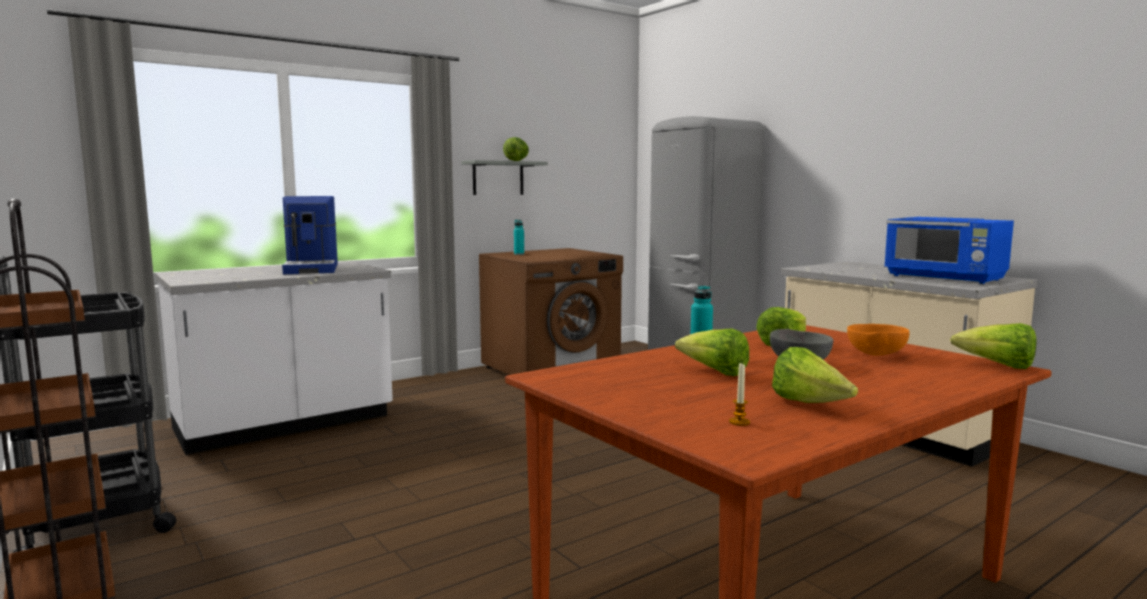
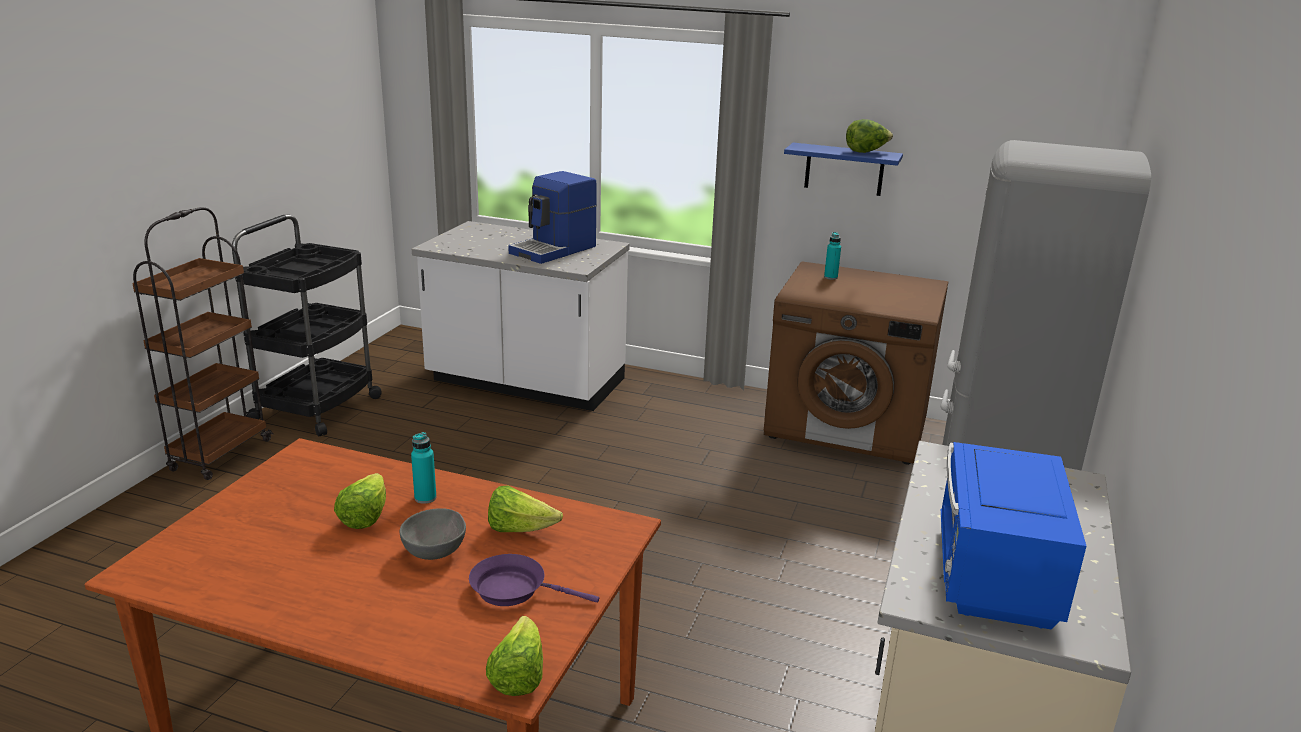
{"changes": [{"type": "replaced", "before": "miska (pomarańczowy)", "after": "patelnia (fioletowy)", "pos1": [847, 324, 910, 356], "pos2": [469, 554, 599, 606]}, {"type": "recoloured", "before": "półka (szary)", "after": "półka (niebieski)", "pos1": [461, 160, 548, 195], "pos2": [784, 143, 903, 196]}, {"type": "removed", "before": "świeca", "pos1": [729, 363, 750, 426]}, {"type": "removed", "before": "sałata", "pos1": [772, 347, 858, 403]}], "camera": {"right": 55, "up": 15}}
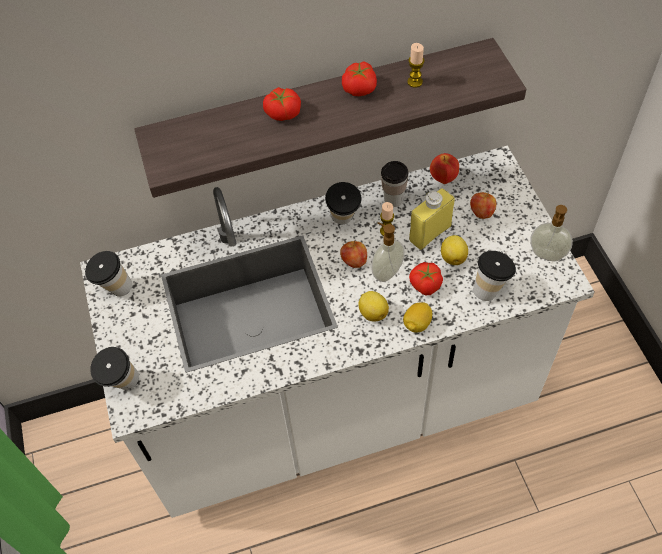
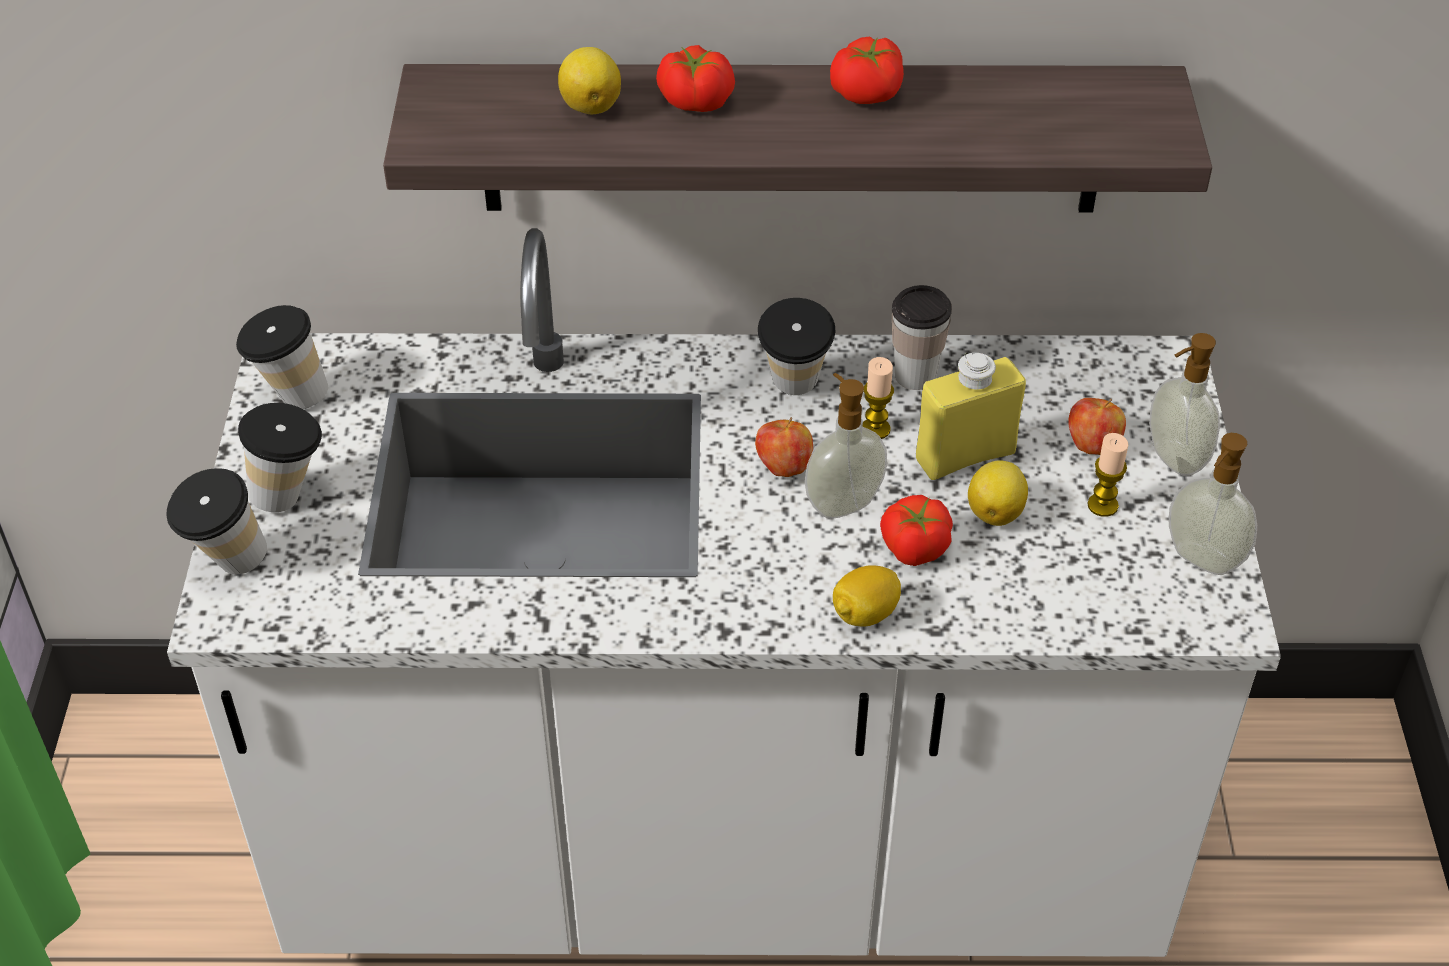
{"changes": [{"type": "moved", "before": "filiżanka", "pos1": [473, 251, 516, 301], "pos2": [238, 403, 322, 512]}, {"type": "moved", "before": "cytryna", "pos1": [358, 291, 389, 321], "pos2": [558, 47, 621, 114]}, {"type": "moved", "before": "świeca", "pos1": [408, 43, 424, 88], "pos2": [1088, 433, 1128, 517]}, {"type": "added", "after": "dozownik mydła", "pos2": [1149, 333, 1220, 476]}, {"type": "removed", "before": "jabłko", "pos1": [430, 153, 459, 184]}], "camera": {"right": 15, "up": -10}}
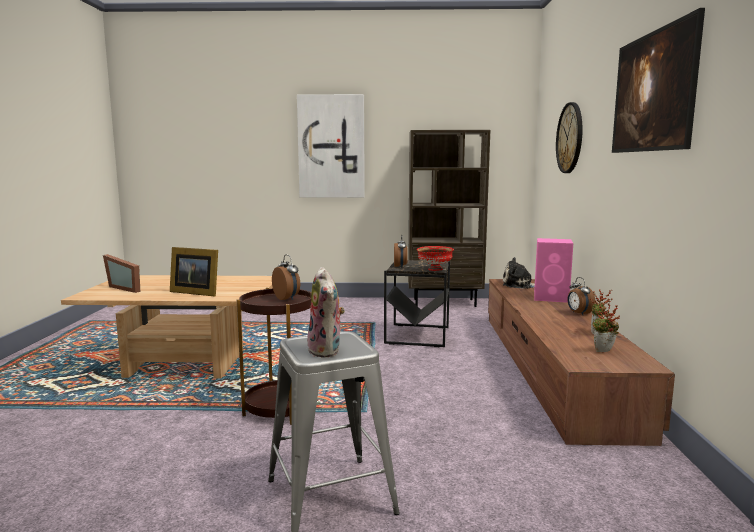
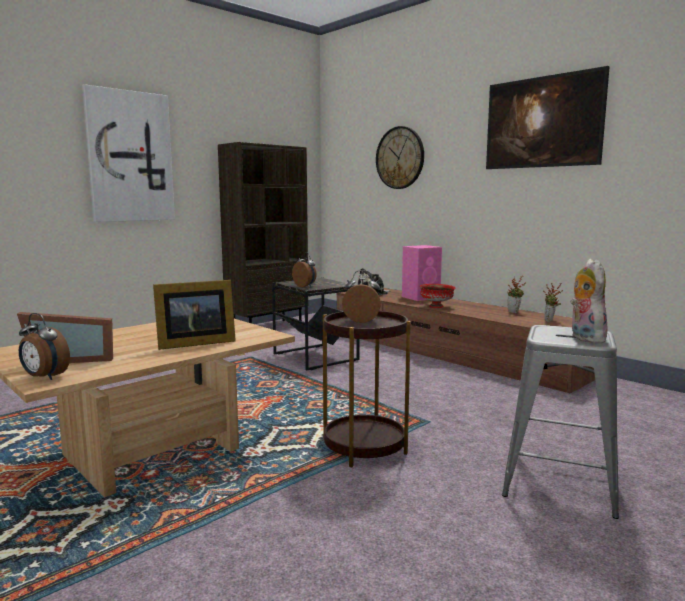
{"changes": [{"type": "moved", "before": "budzik", "pos1": [567, 277, 595, 315], "pos2": [19, 313, 70, 380]}, {"type": "moved", "before": "miska (czerwony)", "pos1": [417, 246, 454, 271], "pos2": [420, 284, 455, 308]}, {"type": "turned", "before": "pluszak", "pos1": [307, 267, 345, 358], "pos2": [570, 259, 609, 343], "turn": -120}], "camera": {"right": -45, "up": 0}}
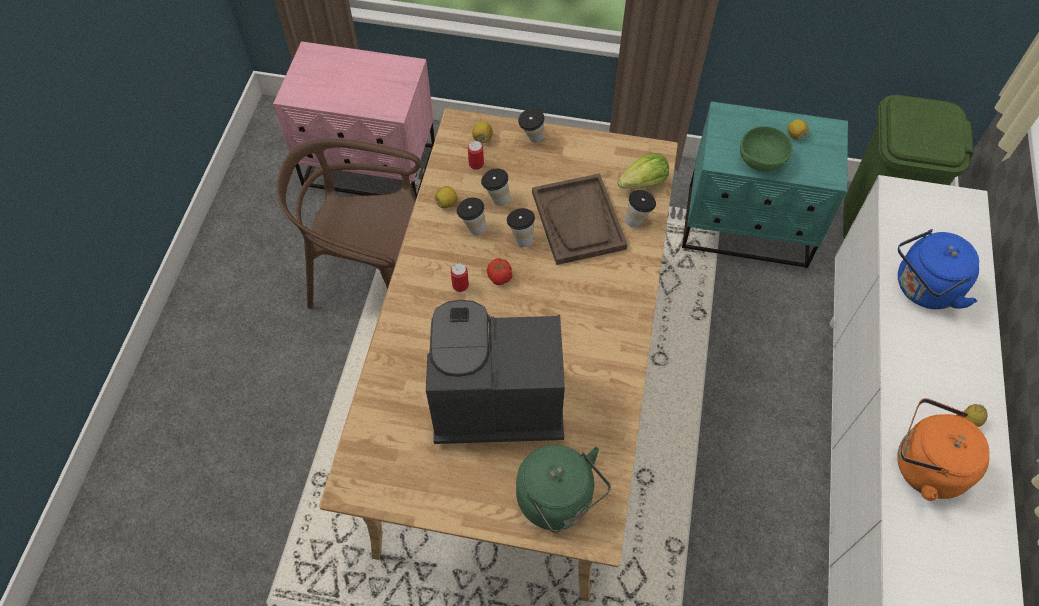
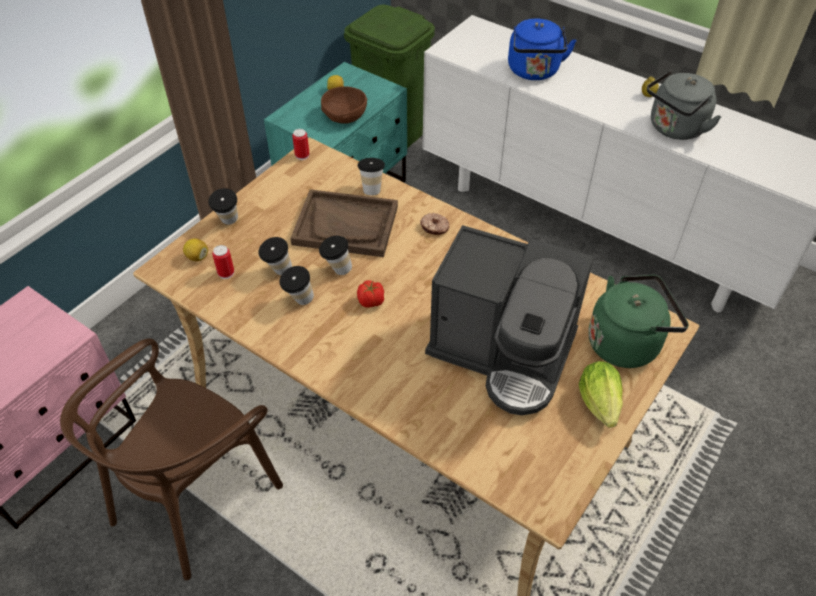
{"changes": [{"type": "moved", "before": "puszka", "pos1": [451, 263, 469, 293], "pos2": [292, 129, 310, 160]}, {"type": "recoloured", "before": "miska (zielony)", "after": "miska (brązowy)", "pos1": [740, 126, 792, 172], "pos2": [321, 86, 367, 124]}, {"type": "added", "after": "donut", "pos2": [420, 213, 450, 235]}, {"type": "turned", "before": "ekspres do kawy", "pos1": [426, 300, 565, 444], "pos2": [425, 225, 594, 415], "turn": -90}, {"type": "moved", "before": "sałata", "pos1": [618, 153, 669, 189], "pos2": [579, 361, 623, 428]}, {"type": "recoloured", "before": "czajnik (pomarańczowy)", "after": "czajnik (szary)", "pos1": [897, 398, 989, 501], "pos2": [647, 70, 721, 140]}, {"type": "removed", "before": "cytryna", "pos1": [435, 186, 458, 208]}], "camera": {"right": -65, "up": -10}}
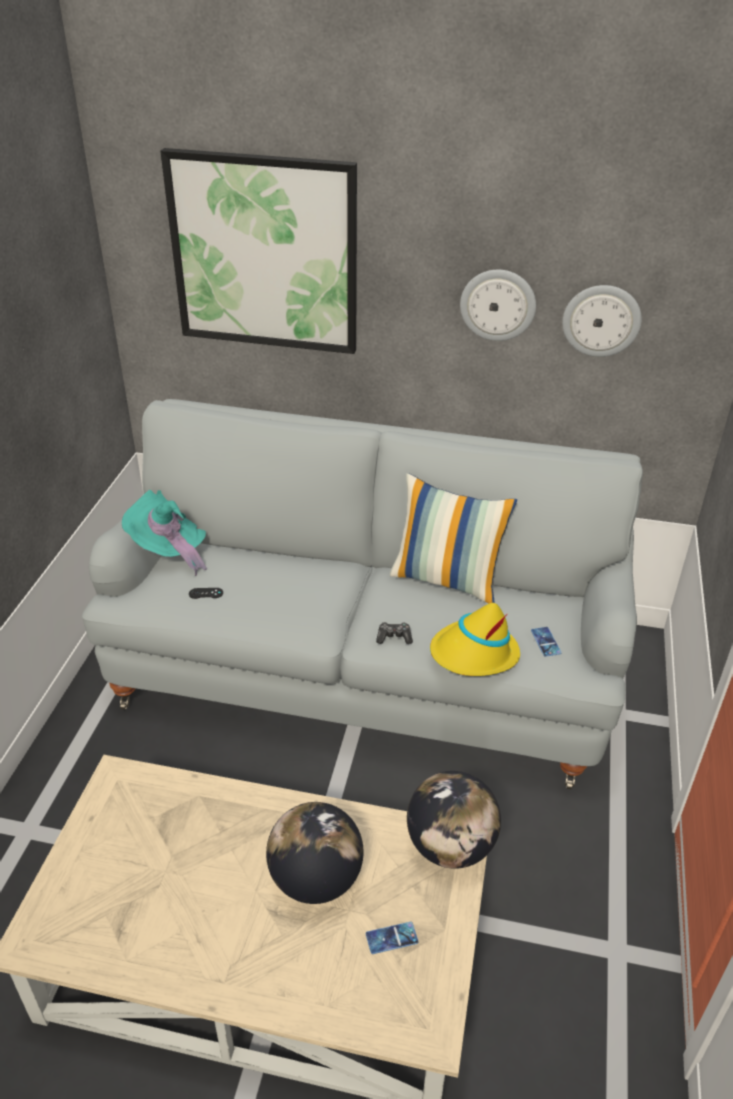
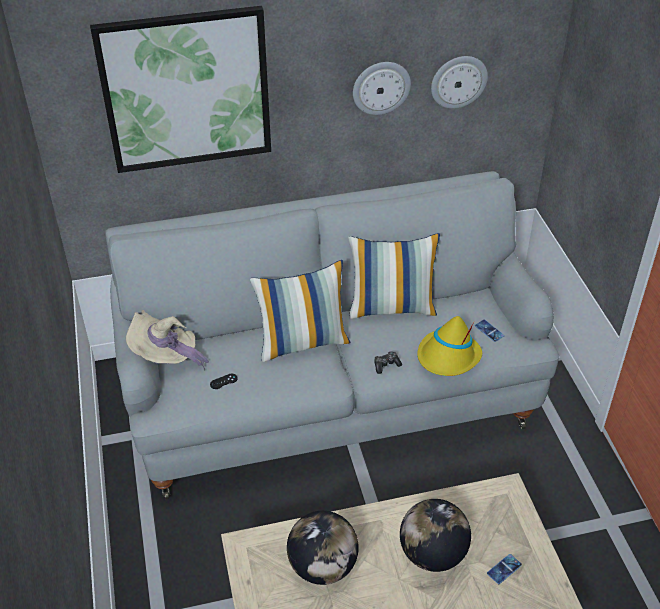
{"changes": [{"type": "recoloured", "before": "kapelusz (turkusowy)", "after": "kapelusz (beżowy)", "pos1": [122, 490, 207, 576], "pos2": [126, 310, 209, 370]}, {"type": "added", "after": "poduszka", "pos2": [250, 260, 350, 362]}, {"type": "moved", "before": "globus", "pos1": [407, 771, 501, 869], "pos2": [287, 511, 359, 585]}], "camera": {"right": -25, "up": 5}}
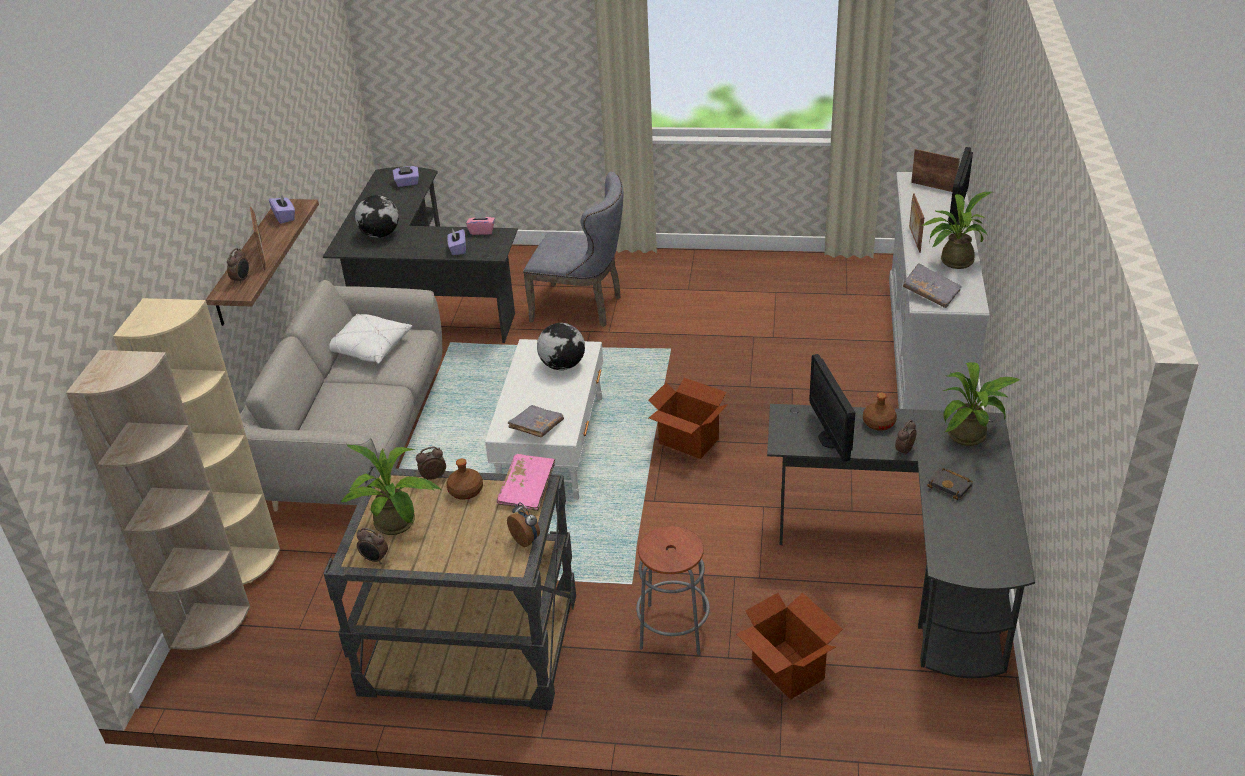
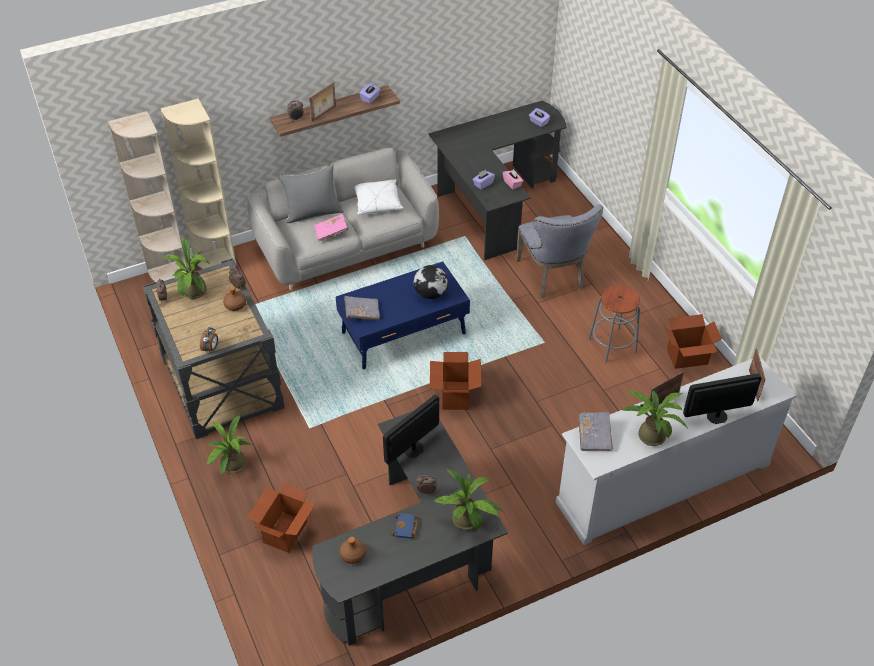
{"changes": [{"type": "added", "after": "roślina doniczkowa", "pos2": [206, 415, 251, 475]}, {"type": "added", "after": "poduszka (szary)", "pos2": [278, 164, 344, 223]}, {"type": "moved", "before": "książka (różowy)", "pos1": [497, 454, 555, 511], "pos2": [314, 214, 348, 242]}, {"type": "recoloured", "before": "ława (biały)", "after": "ława (niebieski)", "pos1": [485, 339, 603, 500], "pos2": [335, 262, 470, 369]}, {"type": "moved", "before": "butelka (brązowy)", "pos1": [863, 393, 897, 430], "pos2": [340, 536, 366, 564]}, {"type": "recoloured", "before": "książka (czarny)", "after": "książka (niebieski)", "pos1": [927, 468, 973, 500], "pos2": [392, 513, 419, 540]}, {"type": "moved", "before": "stołek (szary)", "pos1": [636, 526, 710, 655], "pos2": [588, 285, 640, 363]}, {"type": "added", "after": "karton", "pos2": [665, 314, 722, 369]}, {"type": "removed", "before": "globus", "pos1": [355, 195, 399, 238]}], "camera": {"right": 55, "up": 10}}
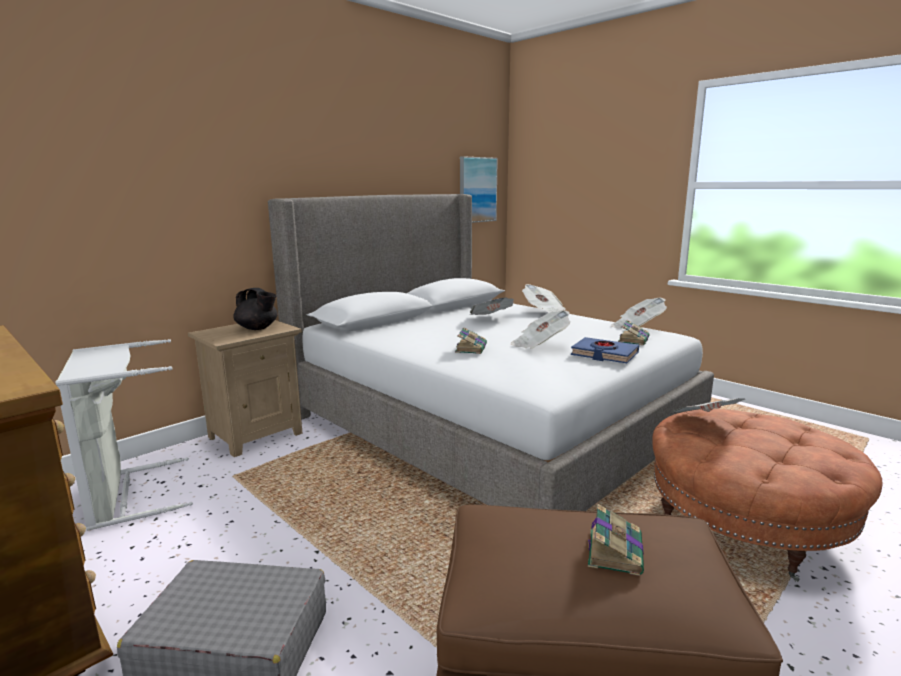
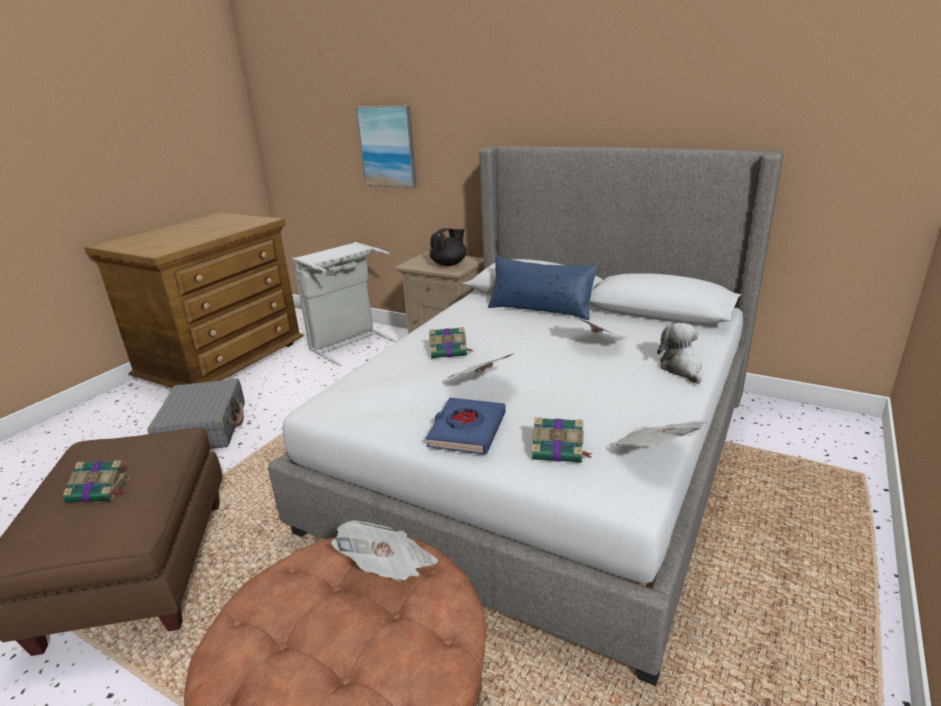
{"changes": [{"type": "moved", "before": "obraz", "pos1": [460, 156, 498, 223], "pos2": [356, 105, 417, 188]}, {"type": "turned", "before": "imbryk (czarny)", "pos1": [233, 288, 278, 330], "pos2": [430, 228, 467, 266], "turn": -150}, {"type": "added", "after": "poduszka (niebieski)", "pos2": [488, 256, 598, 320]}, {"type": "replaced", "before": "gazeta", "after": "pluszak", "pos1": [522, 284, 566, 313], "pos2": [657, 323, 702, 384]}], "camera": {"right": 75, "up": 10}}
